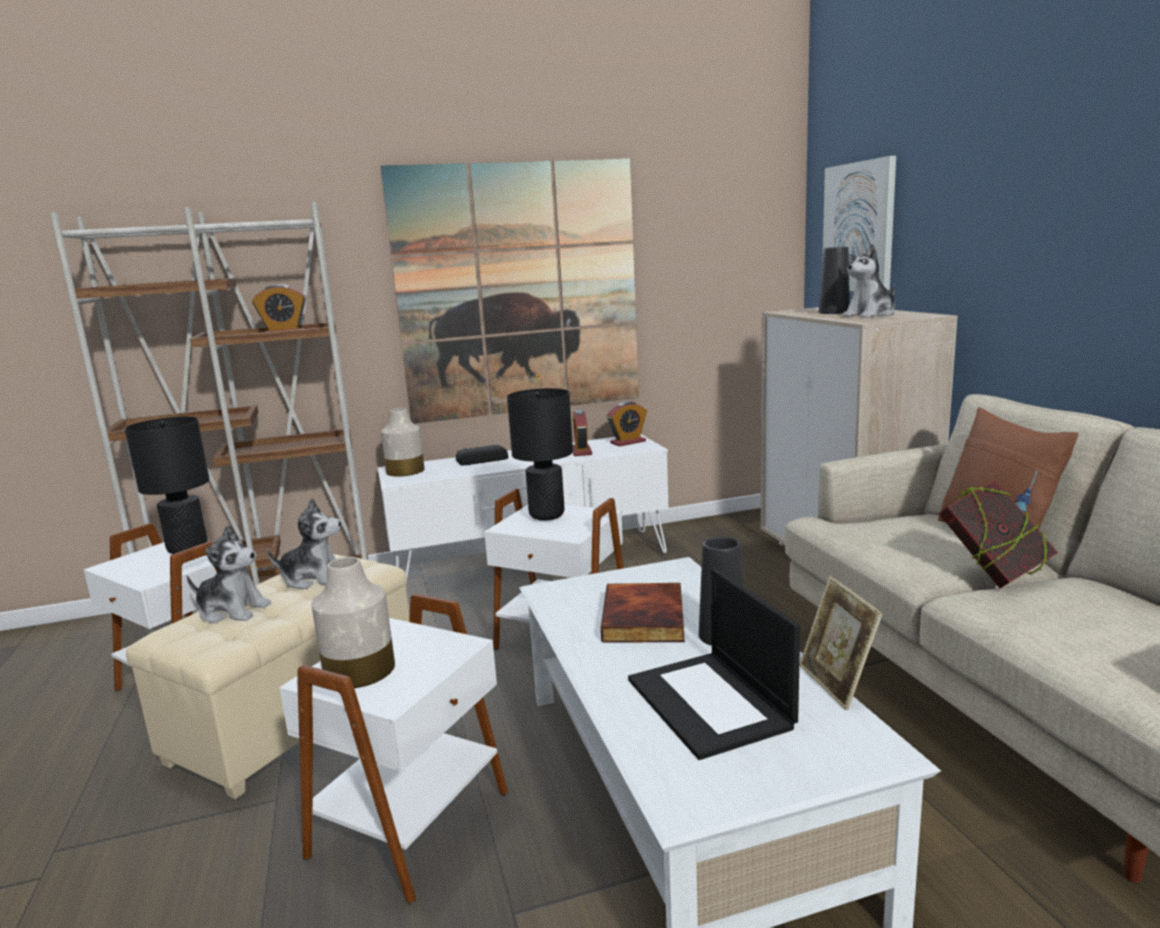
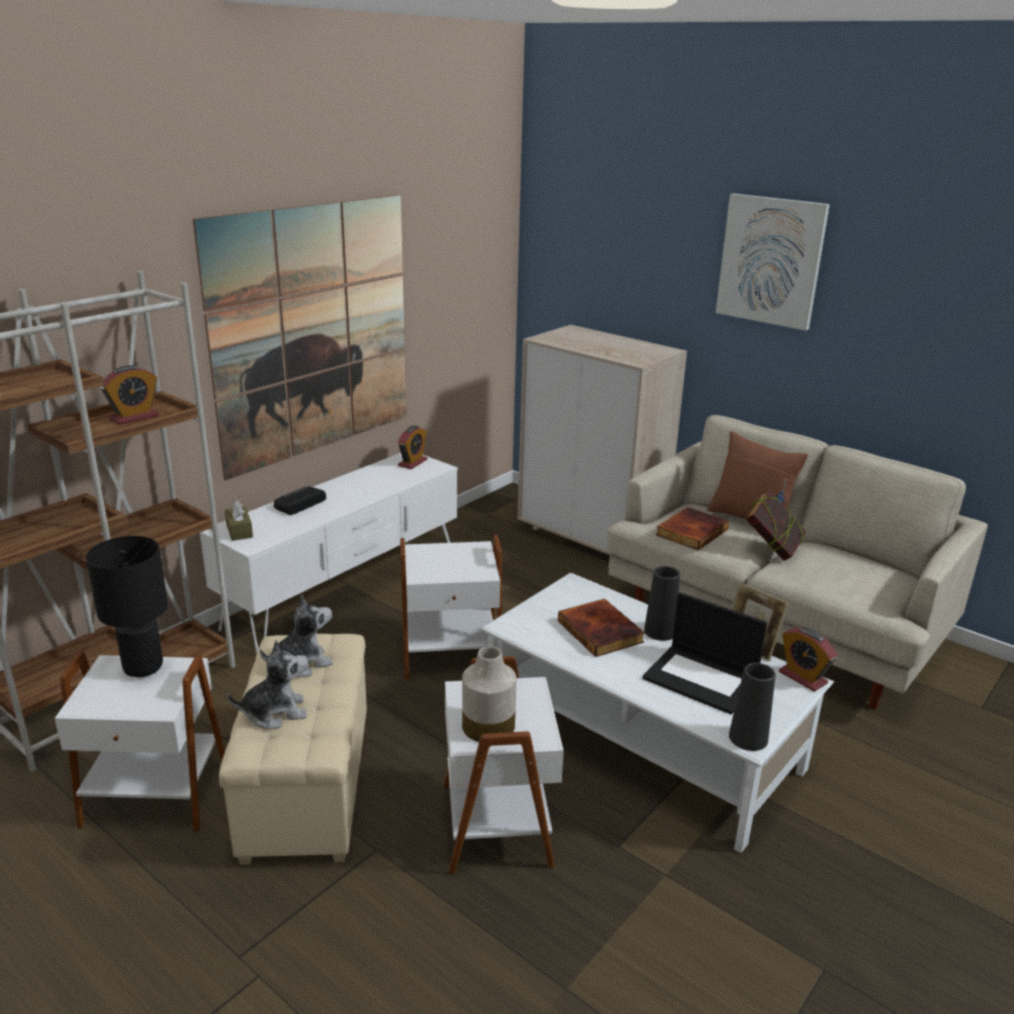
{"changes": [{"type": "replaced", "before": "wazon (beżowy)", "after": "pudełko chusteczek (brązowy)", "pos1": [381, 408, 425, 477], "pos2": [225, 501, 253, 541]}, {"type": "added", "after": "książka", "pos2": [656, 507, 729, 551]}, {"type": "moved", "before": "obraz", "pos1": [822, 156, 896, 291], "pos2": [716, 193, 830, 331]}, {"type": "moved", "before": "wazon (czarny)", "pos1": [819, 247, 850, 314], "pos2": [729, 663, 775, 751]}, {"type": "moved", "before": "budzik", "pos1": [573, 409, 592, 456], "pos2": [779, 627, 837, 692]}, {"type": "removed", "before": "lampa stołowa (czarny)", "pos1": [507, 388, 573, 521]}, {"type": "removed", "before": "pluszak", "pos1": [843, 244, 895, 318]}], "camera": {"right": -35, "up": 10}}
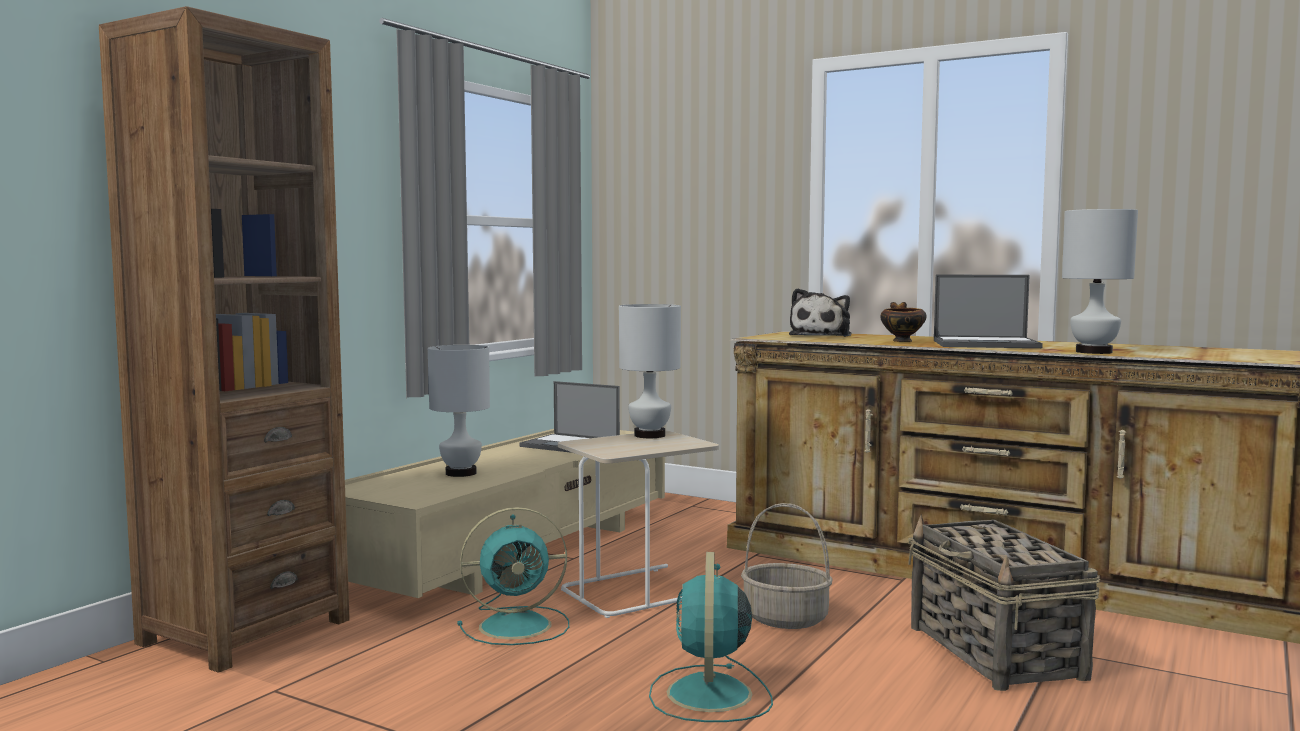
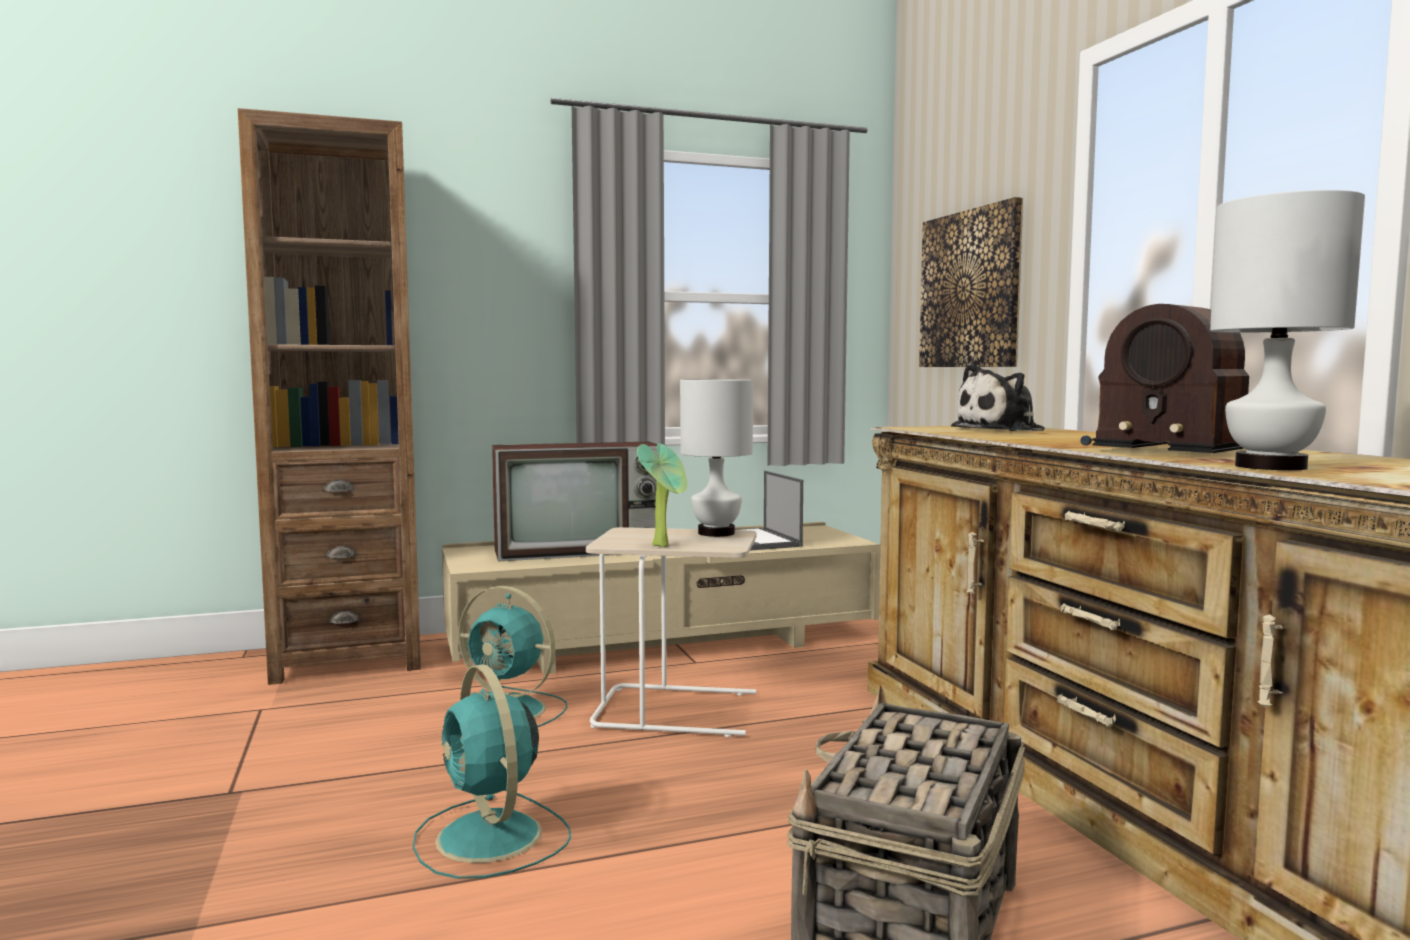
{"changes": [{"type": "turned", "before": "wentylator (turkusowy)", "pos1": [649, 552, 773, 722], "pos2": [413, 664, 571, 879], "turn": -75}, {"type": "replaced", "before": "lampa stołowa (biały)", "after": "telewizor", "pos1": [428, 345, 490, 477], "pos2": [492, 442, 659, 562]}, {"type": "added", "after": "roślina doniczkowa", "pos2": [637, 443, 687, 547]}, {"type": "added", "after": "obraz", "pos2": [919, 197, 1023, 367]}, {"type": "replaced", "before": "laptop", "after": "radio", "pos1": [934, 275, 1043, 348], "pos2": [1080, 304, 1249, 453]}, {"type": "removed", "before": "koszyk", "pos1": [741, 503, 832, 629]}, {"type": "removed", "before": "miska", "pos1": [881, 302, 927, 342]}], "camera": {"right": 40, "up": 0}}
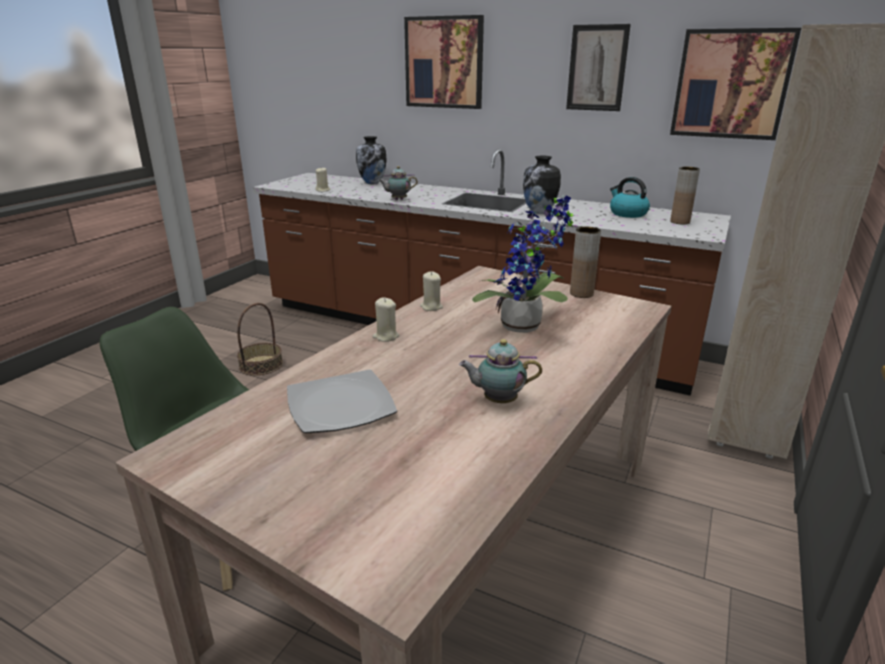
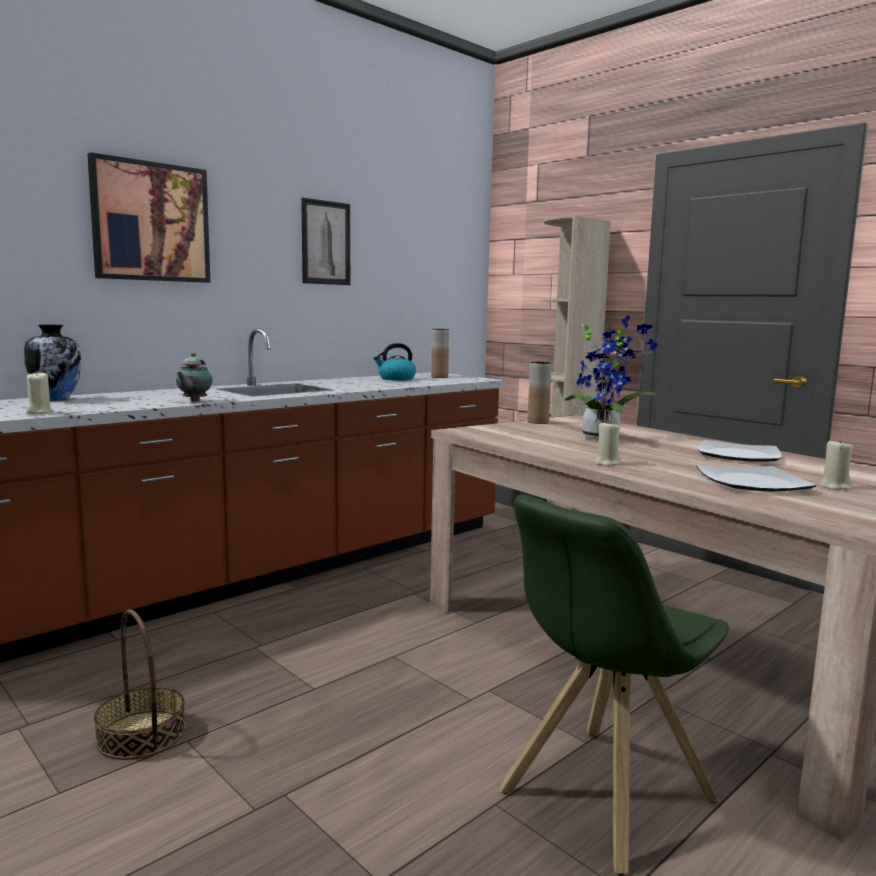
{"changes": [{"type": "replaced", "before": "imbryk", "after": "talerz", "pos1": [459, 339, 542, 403], "pos2": [698, 440, 781, 462]}, {"type": "moved", "before": "świeca (beżowy)", "pos1": [420, 271, 443, 311], "pos2": [820, 439, 853, 490]}, {"type": "removed", "before": "wazon", "pos1": [523, 156, 561, 214]}, {"type": "removed", "before": "obraz", "pos1": [670, 28, 801, 140]}], "camera": {"right": -70, "up": -15}}
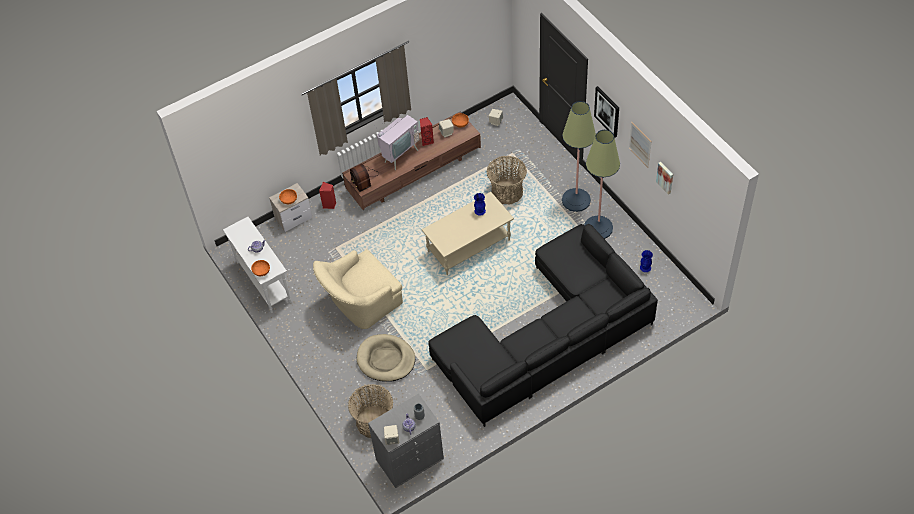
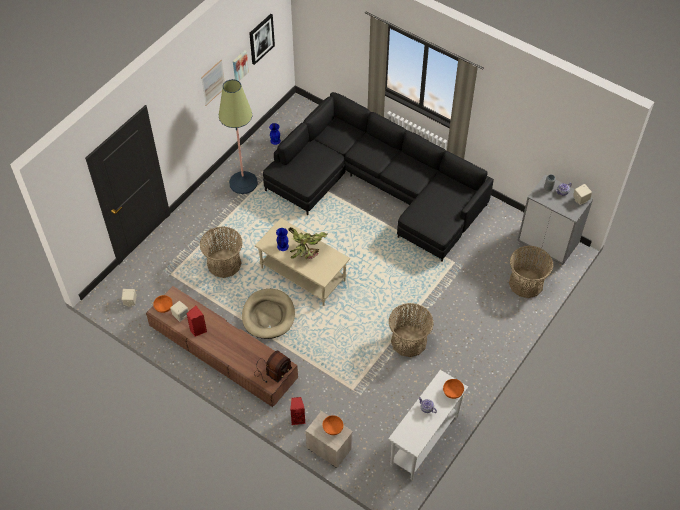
{"changes": [{"type": "moved", "before": "legowisko (beżowy)", "pos1": [357, 334, 415, 382], "pos2": [242, 289, 295, 339]}, {"type": "moved", "before": "obraz", "pos1": [594, 86, 619, 137], "pos2": [249, 14, 275, 65]}, {"type": "added", "after": "roślina doniczkowa", "pos2": [288, 227, 327, 259]}, {"type": "replaced", "before": "fotel (beżowy)", "after": "koszyk", "pos1": [313, 249, 403, 329], "pos2": [388, 303, 434, 357]}, {"type": "removed", "before": "telewizor", "pos1": [375, 115, 419, 170]}, {"type": "removed", "before": "lampa stojąca", "pos1": [562, 101, 596, 212]}], "camera": {"right": -115, "up": 0}}
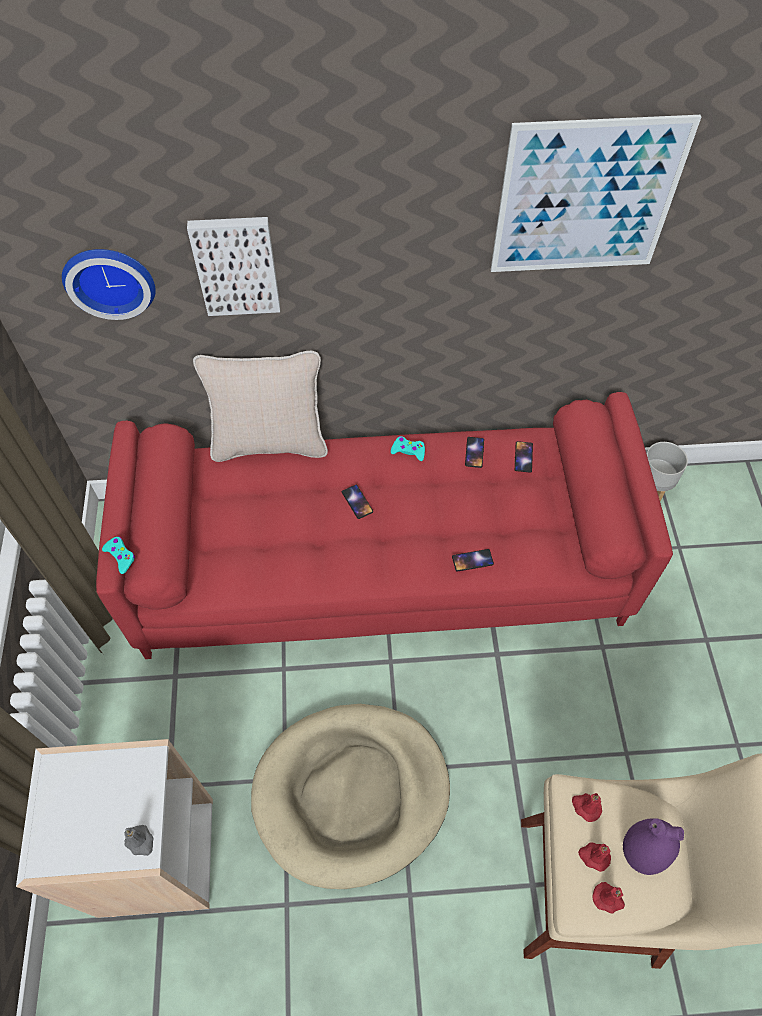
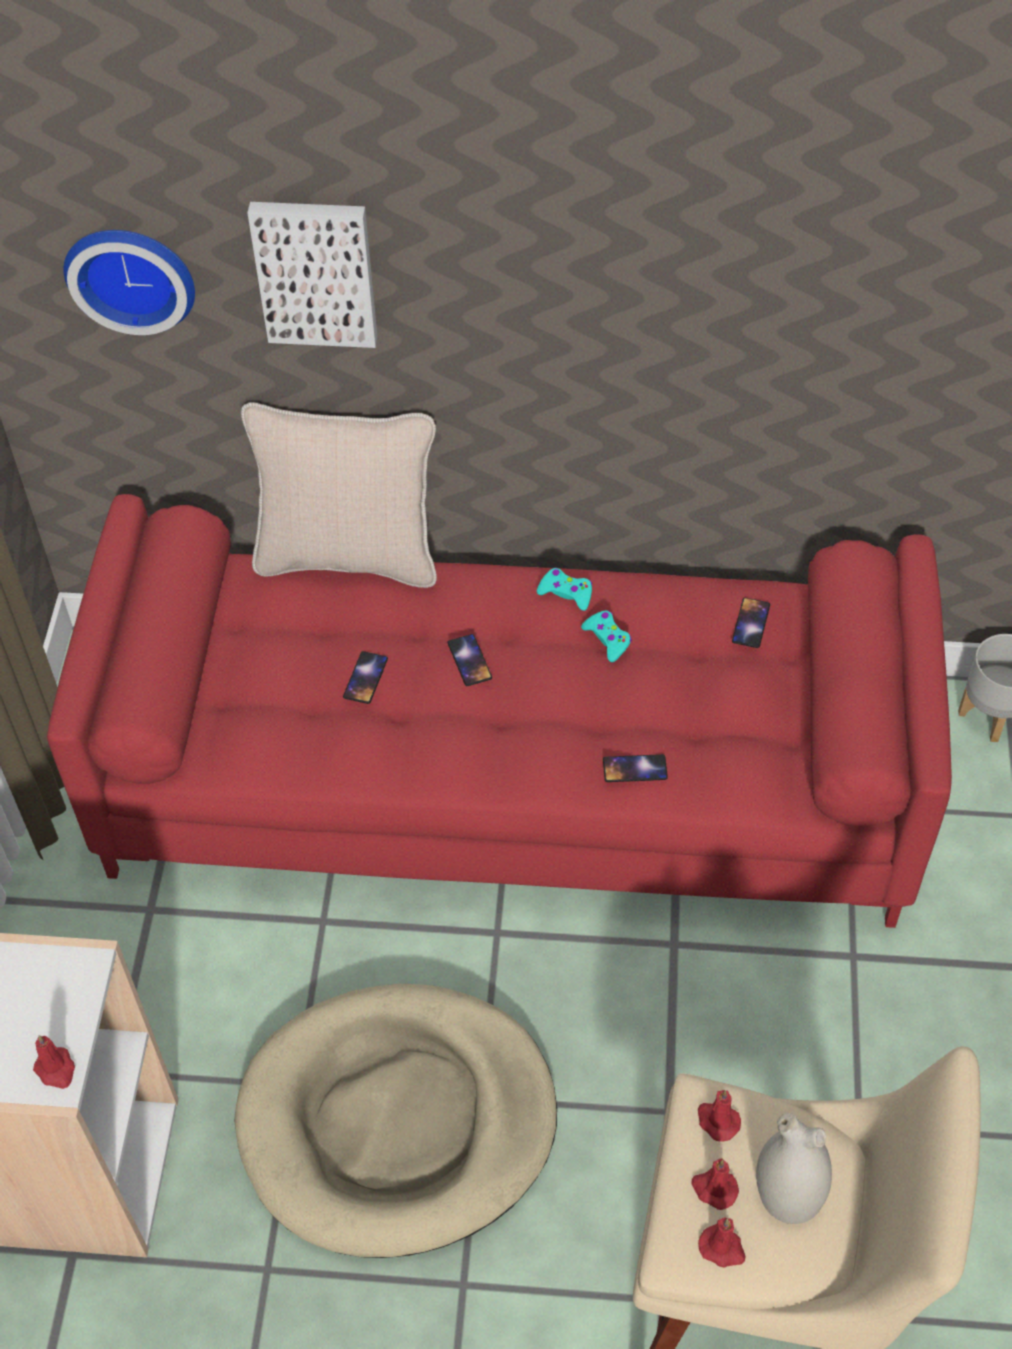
{"changes": [{"type": "recoloured", "before": "świeca (szary)", "after": "świeca (czerwony)", "pos1": [124, 825, 154, 856], "pos2": [33, 1035, 75, 1089]}, {"type": "moved", "before": "telefon", "pos1": [465, 437, 484, 468], "pos2": [343, 651, 388, 704]}, {"type": "moved", "before": "pad do gier (turkusowy)", "pos1": [102, 536, 135, 574], "pos2": [581, 611, 632, 662]}, {"type": "recoloured", "before": "wazon (fioletowy)", "after": "wazon (biały)", "pos1": [623, 818, 684, 875], "pos2": [756, 1113, 832, 1224]}, {"type": "removed", "before": "obraz", "pos1": [491, 115, 701, 272]}], "camera": {"right": 10, "up": -5}}
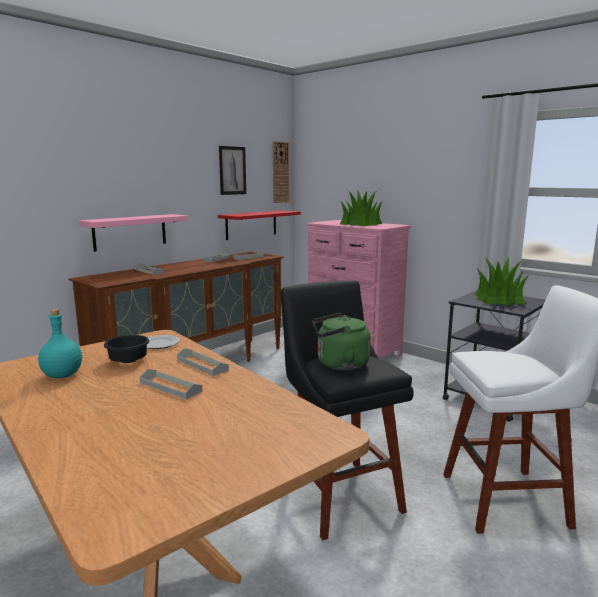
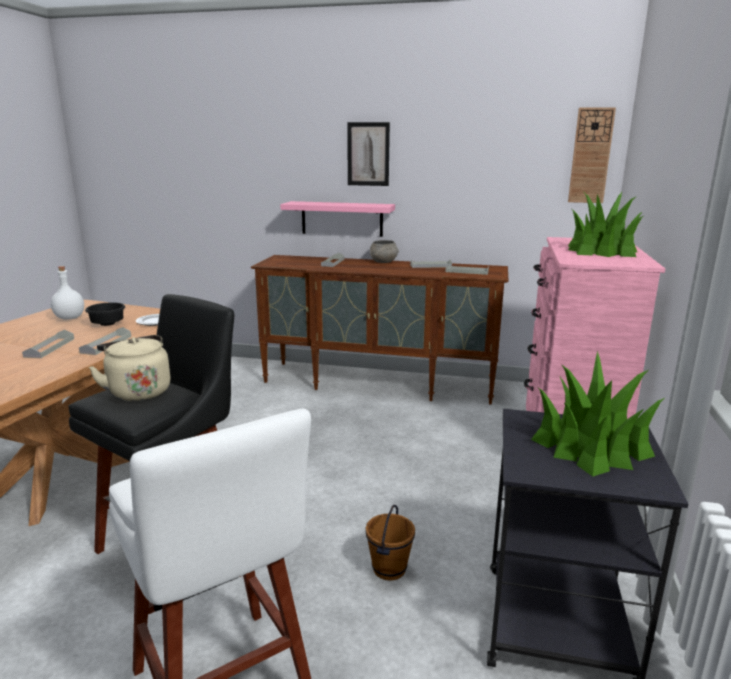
{"changes": [{"type": "recoloured", "before": "butelka (turkusowy)", "after": "butelka (biały)", "pos1": [38, 309, 82, 378], "pos2": [51, 266, 84, 320]}, {"type": "recoloured", "before": "czajnik (zielony)", "after": "czajnik (beżowy)", "pos1": [312, 313, 371, 371], "pos2": [89, 335, 171, 401]}, {"type": "moved", "before": "obraz", "pos1": [219, 146, 246, 195], "pos2": [347, 122, 390, 186]}, {"type": "added", "after": "wiadro (brązowy)", "pos2": [366, 505, 415, 581]}, {"type": "added", "after": "miska (szary)", "pos2": [370, 240, 399, 263]}, {"type": "removed", "before": "półka (czerwony)", "pos1": [218, 210, 301, 240]}], "camera": {"right": 60, "up": 5}}
